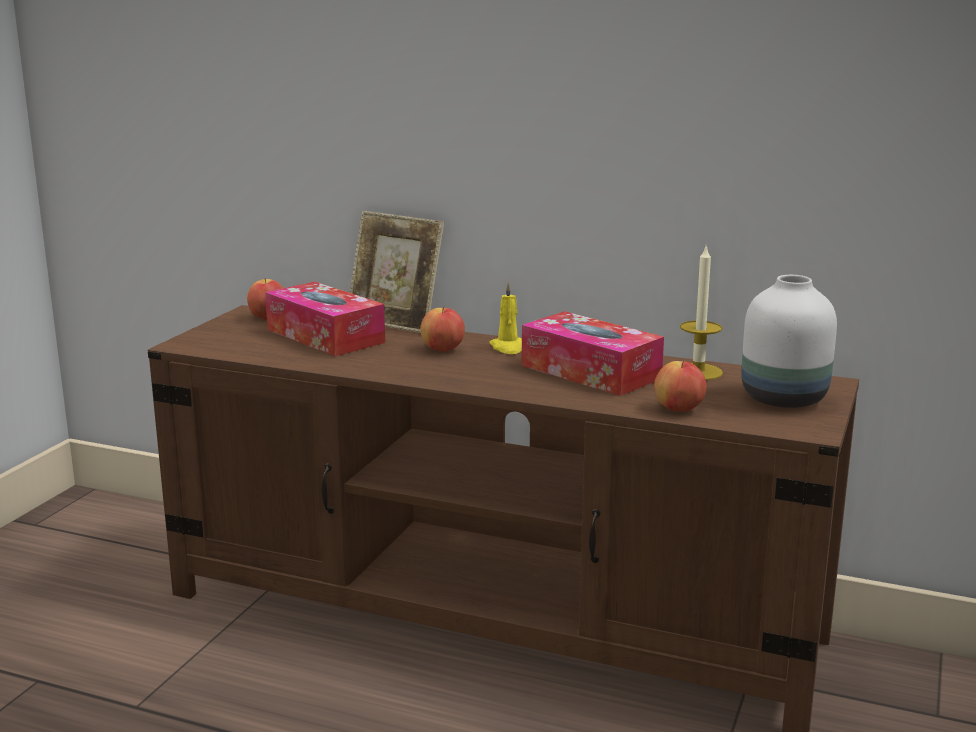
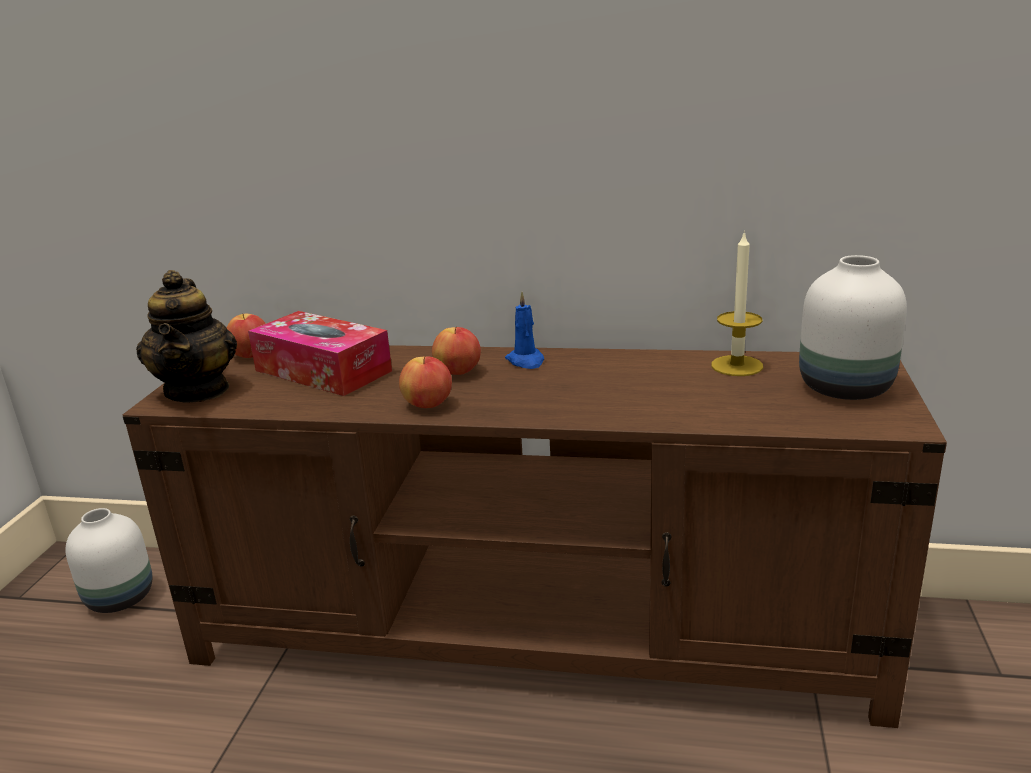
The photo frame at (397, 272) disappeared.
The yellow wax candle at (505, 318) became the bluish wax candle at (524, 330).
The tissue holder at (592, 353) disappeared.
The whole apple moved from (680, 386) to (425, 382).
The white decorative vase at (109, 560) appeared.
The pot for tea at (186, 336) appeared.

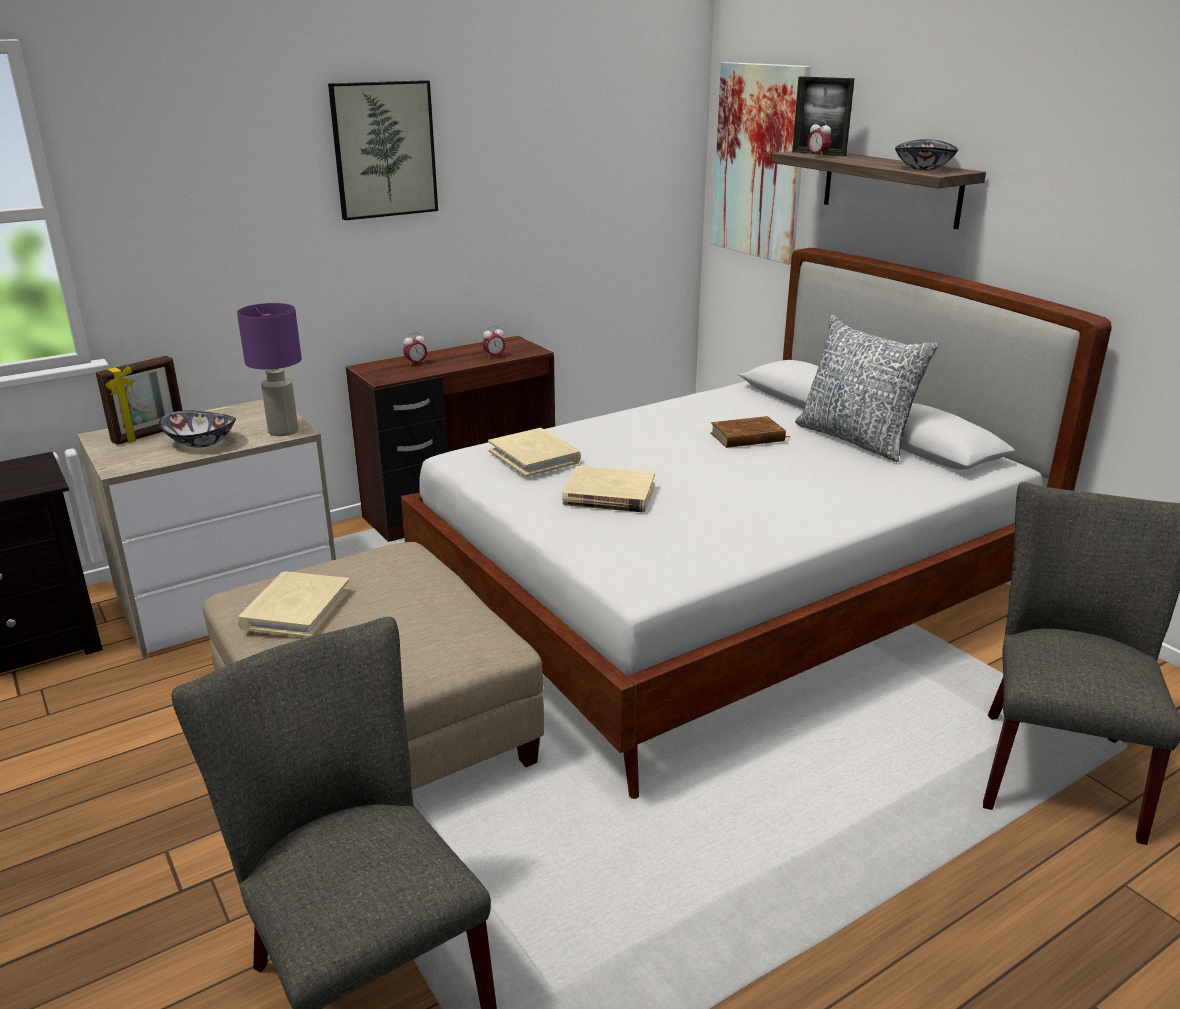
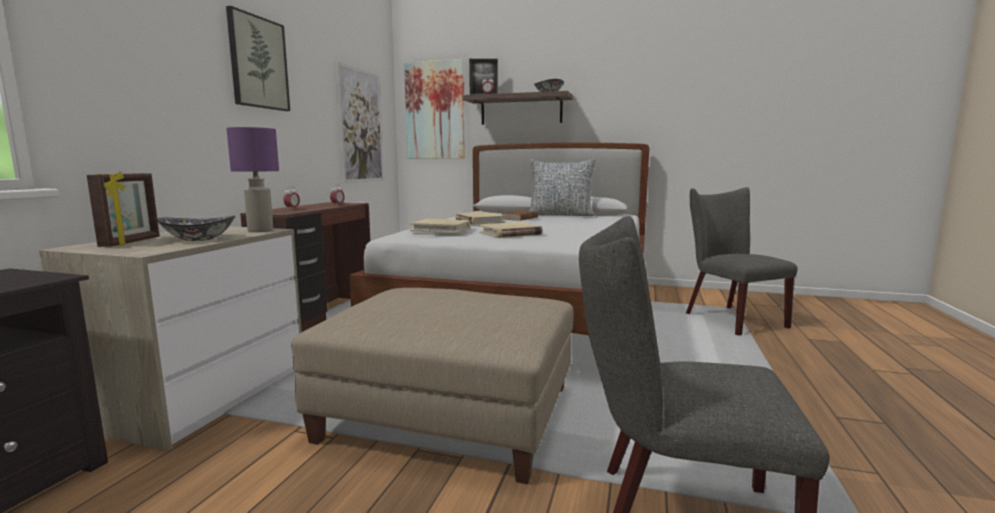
The beige volume moved from (293, 604) to (480, 218).
The wall art at (360, 122) appeared.

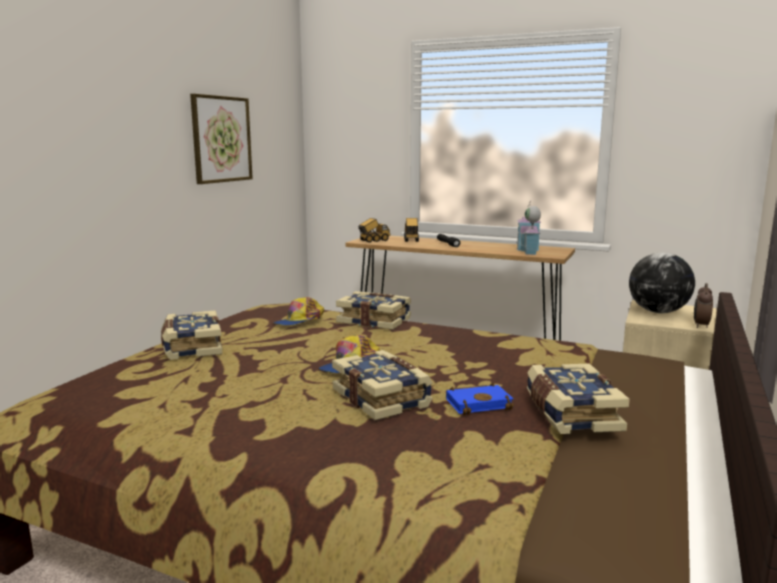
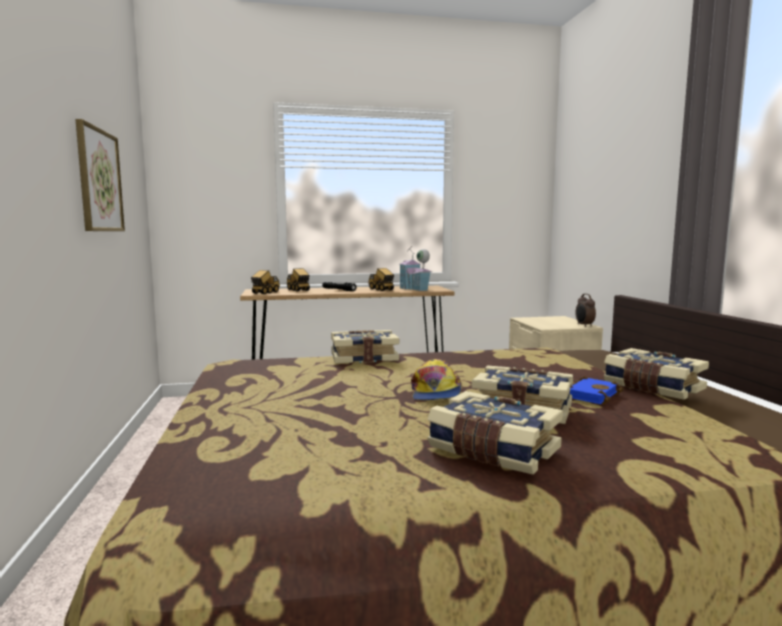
The volume moved from (192, 335) to (495, 432).
The peaked cap at (298, 311) disappeared.
The desk globe at (662, 282) disappeared.
The model truck at (381, 279) appeared.

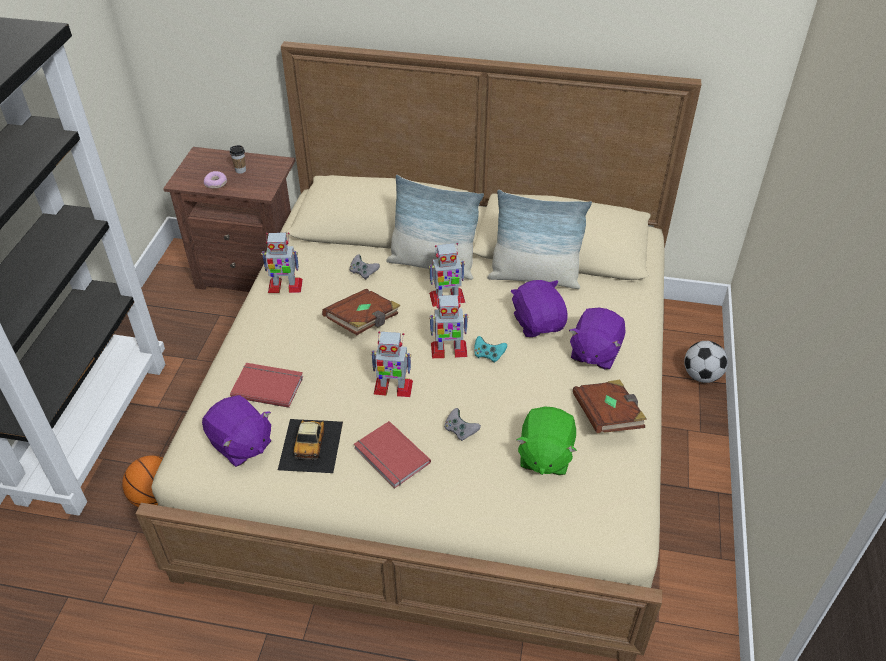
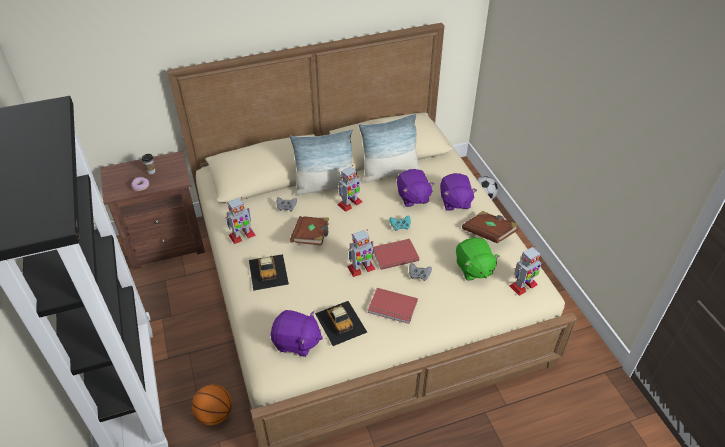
The red-coloured volume moved from (267, 385) to (396, 254).
The model robot moved from (448, 326) to (525, 271).
The purplish soft toy at (539, 308) turned 150 degrees counterclockwise.
The miniature car at (269, 272) appeared.

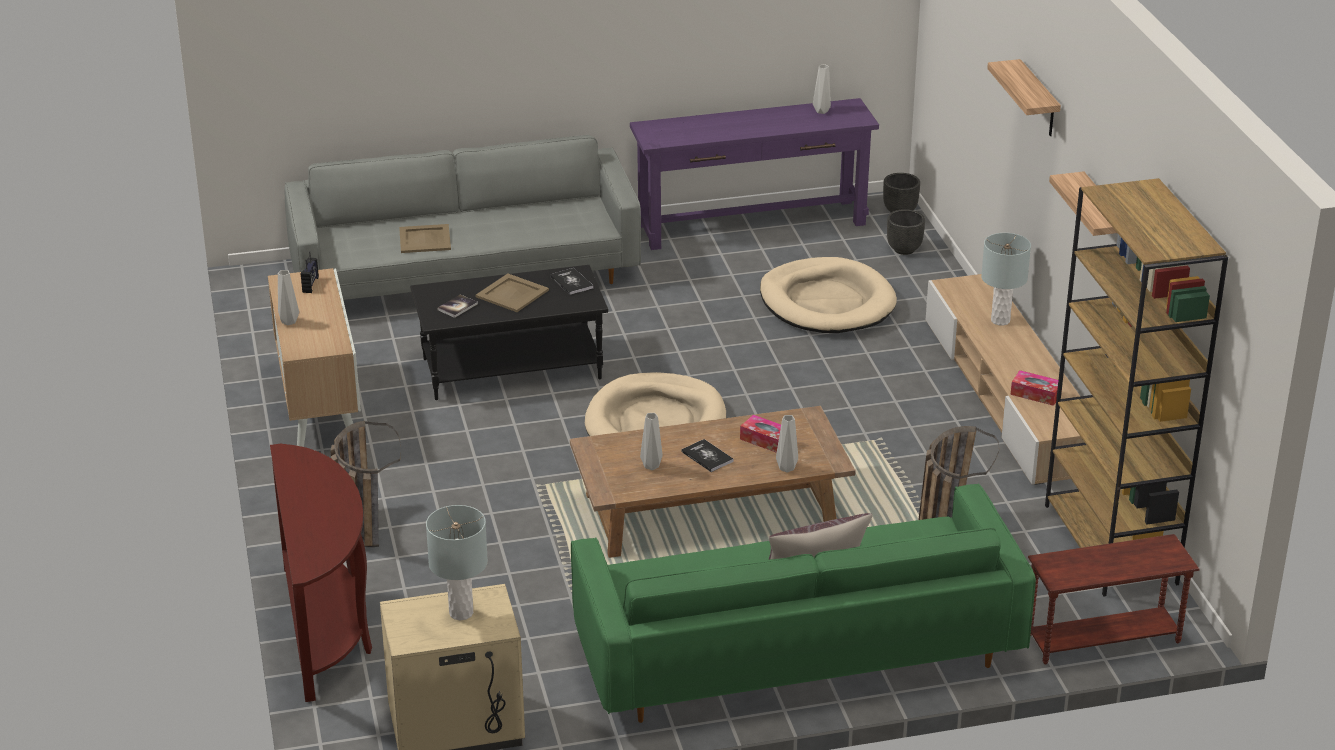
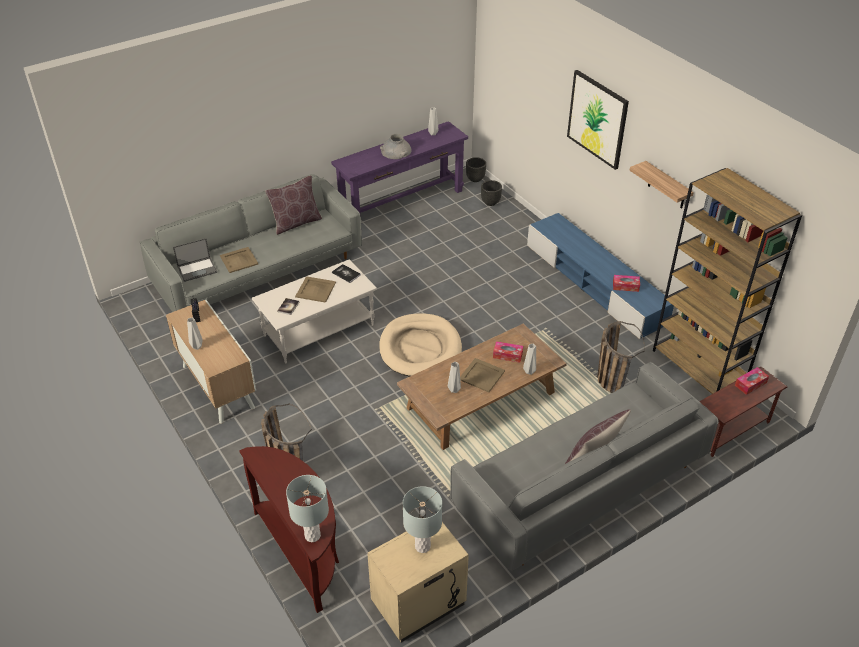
The black-coloured low table at (509, 332) became the white low table at (314, 311).
The green-coloured settee at (803, 603) became the grey settee at (584, 466).
The volume at (707, 455) was replaced by the beige tray at (482, 375).
The beige dog cushion at (828, 295) disappeared.
The beige tv stand at (1005, 379) became the bluish tv stand at (600, 276).
The grey lamp for a table moved from (1006, 279) to (307, 508).
The shelf at (1024, 97) was replaced by the wall art at (598, 120).
The notebook computer at (195, 260) appeared.
The brown-coloured cushion at (293, 205) appeared.
The grey decorative vase at (396, 146) appeared.
The tissue holder at (752, 381) appeared.

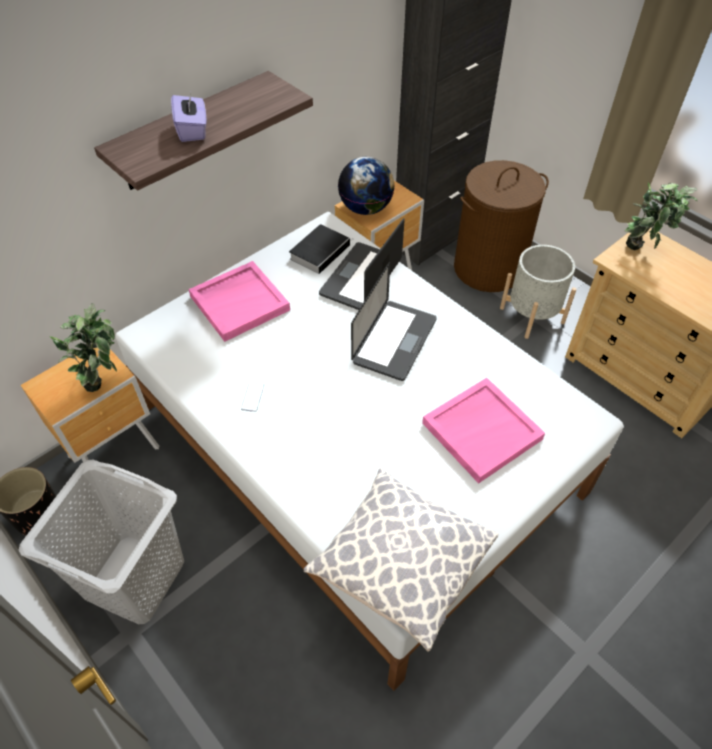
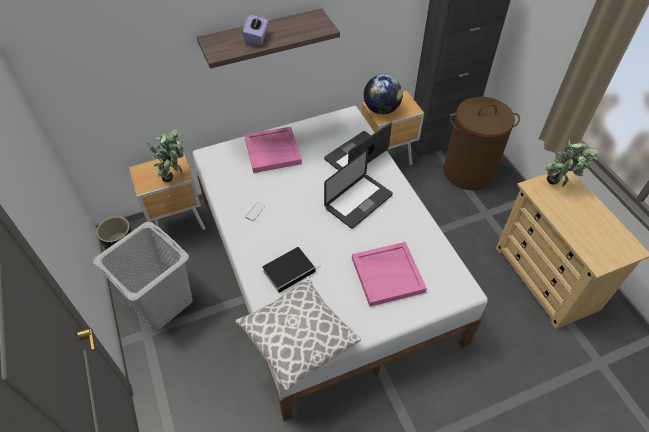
The volume moved from (321, 249) to (291, 270).
The grey planter at (538, 292) disappeared.

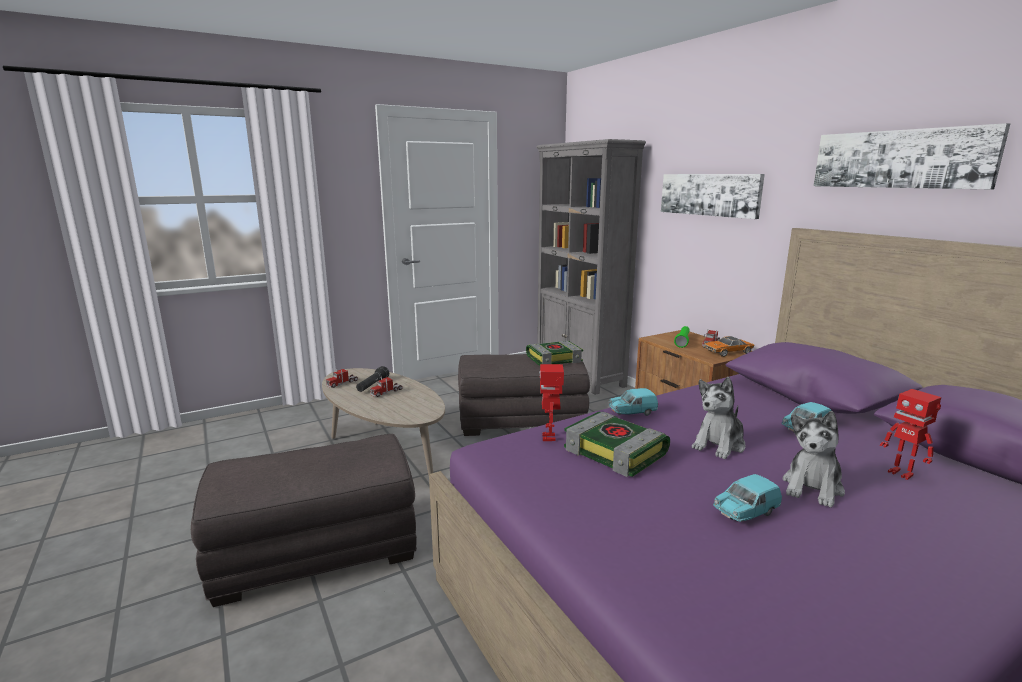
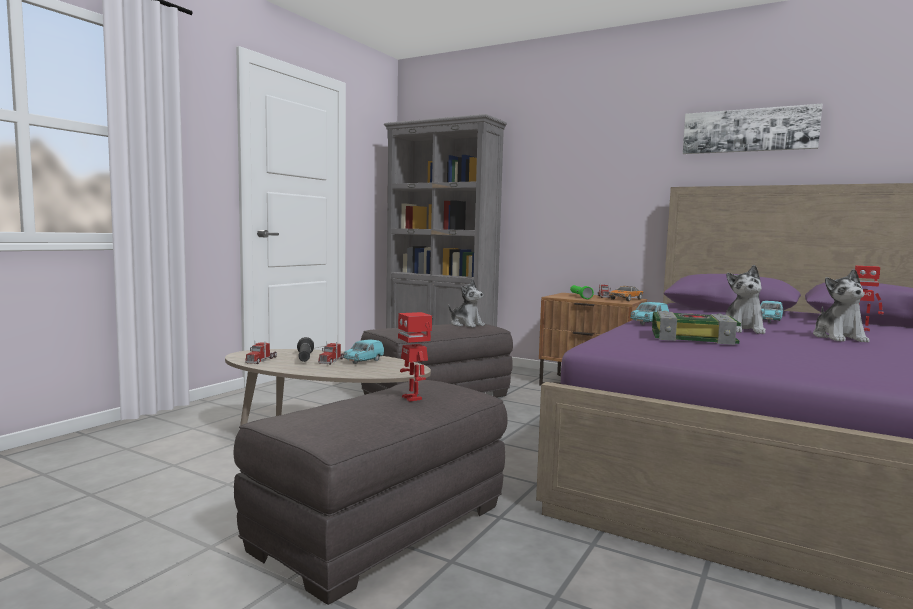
The volume at (554, 353) was replaced by the soft toy at (466, 303).
The model robot moved from (552, 402) to (415, 357).
The wall art at (713, 196) disappeared.
The turquoise-coloured miniature car moved from (747, 498) to (363, 352).

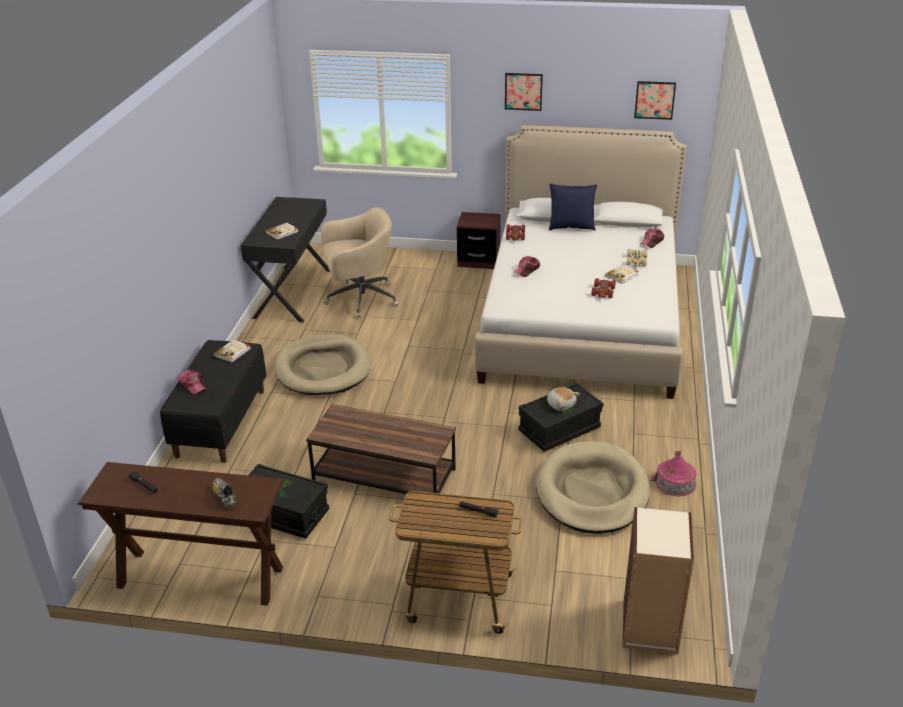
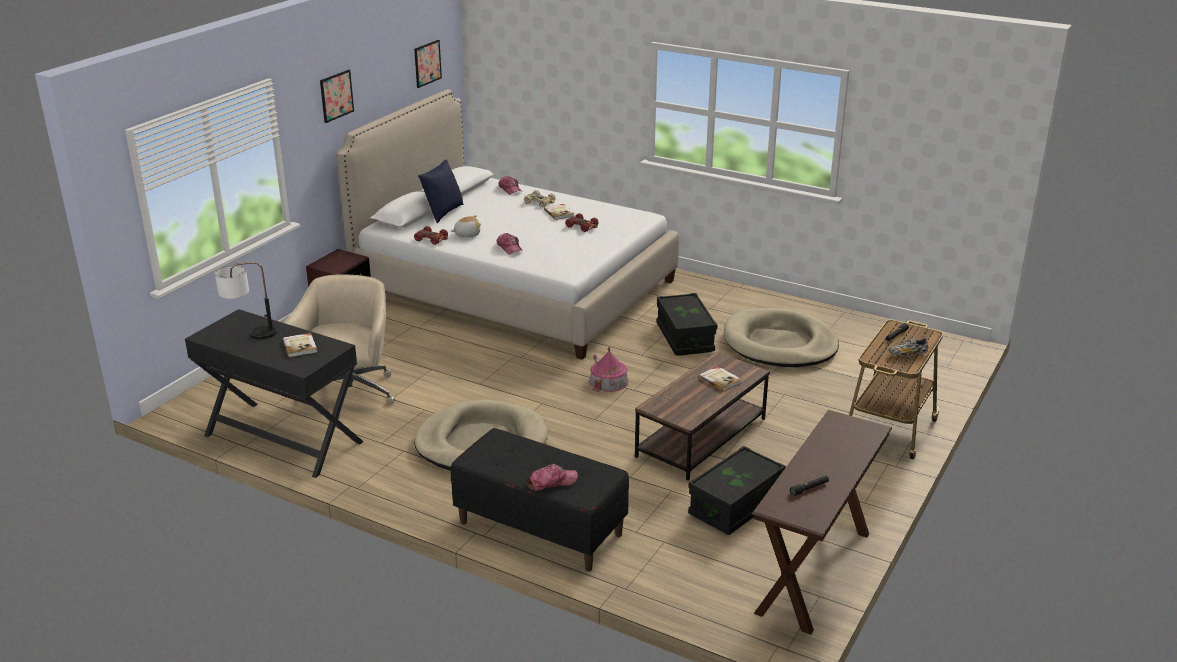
The item of footwear moved from (224, 493) to (908, 346).
The volume moved from (232, 351) to (720, 379).
The soft toy moved from (563, 399) to (466, 226).
The shelving unit at (658, 580) disappeared.
The miniature house moved from (673, 473) to (609, 369).
The lamp for a table at (246, 300) appeared.

